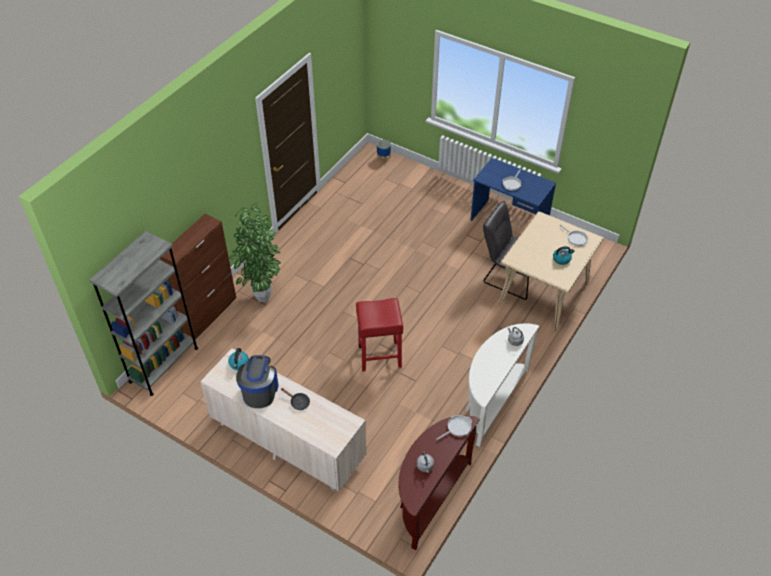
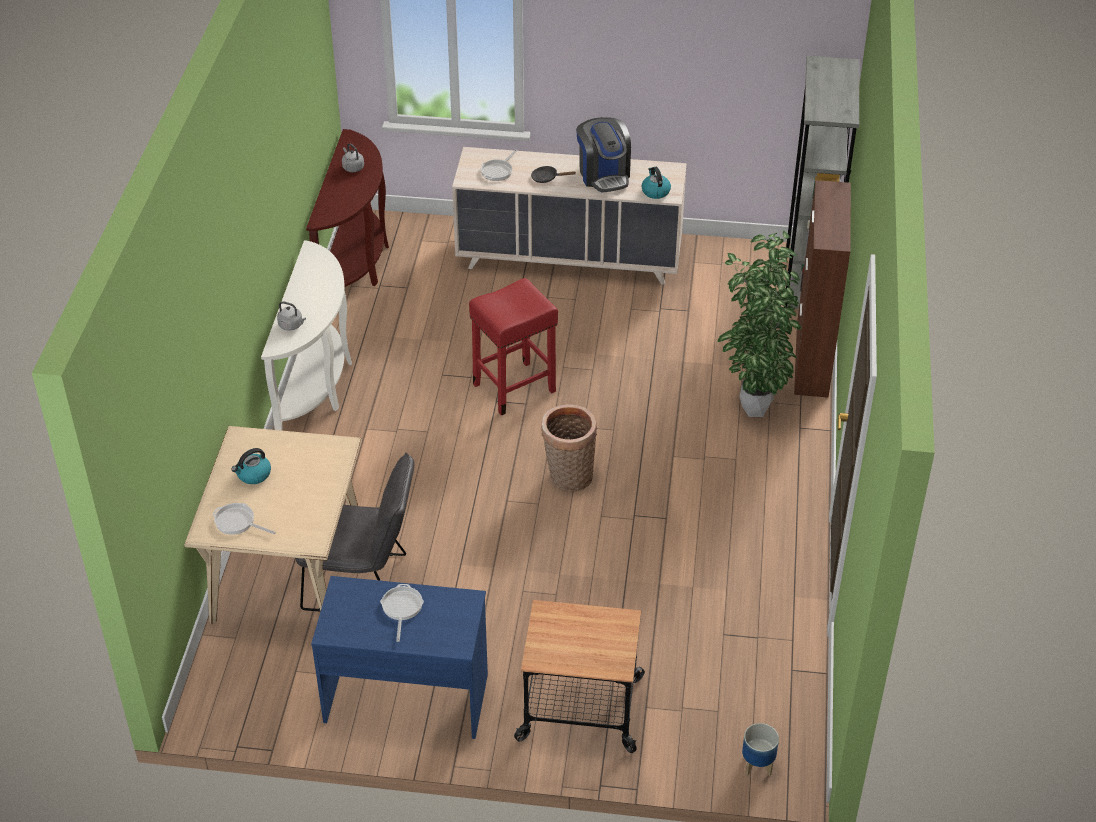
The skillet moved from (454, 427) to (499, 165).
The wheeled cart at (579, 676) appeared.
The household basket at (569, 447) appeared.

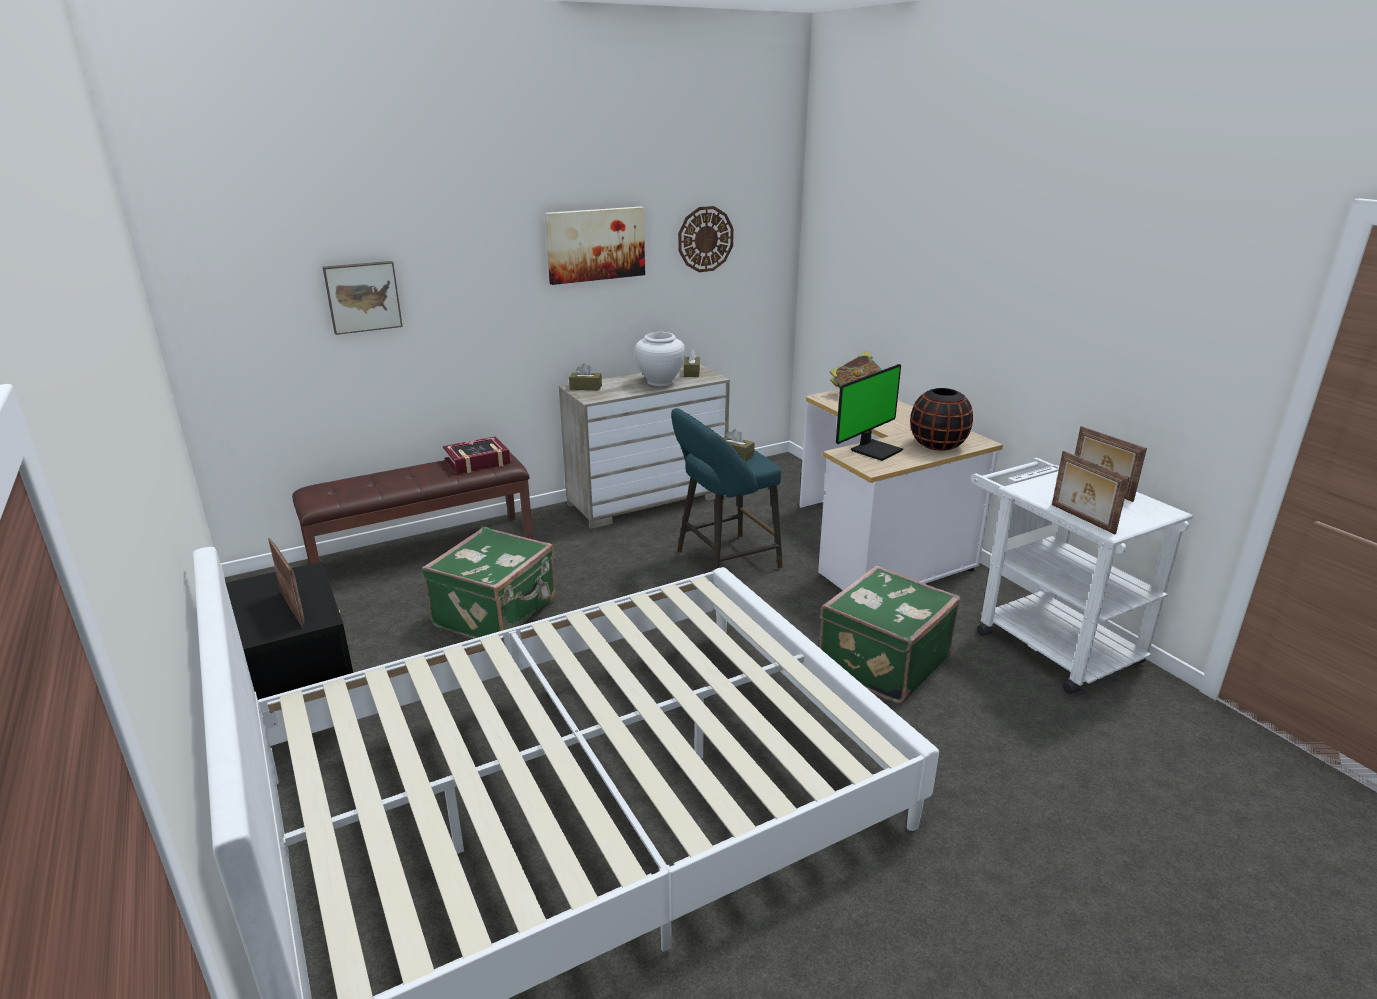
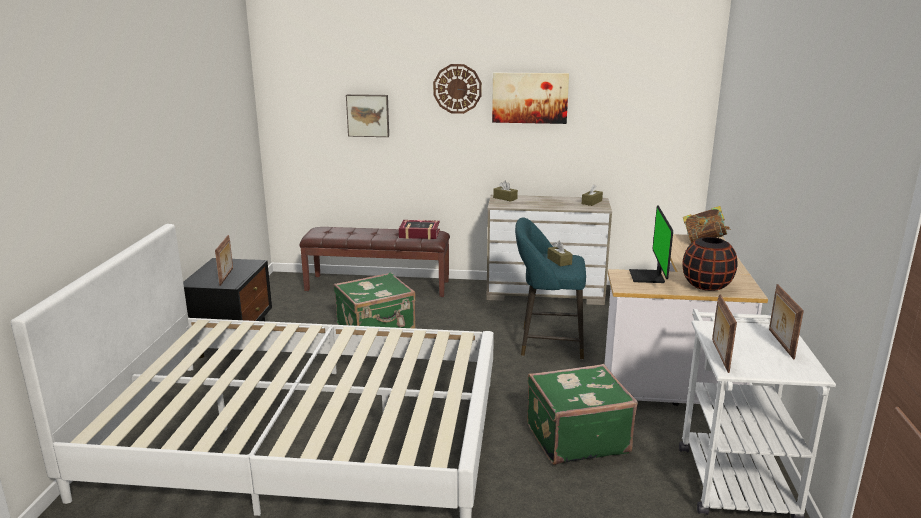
The white decorative vase at (659, 359) disappeared.
The clock on the wall moved from (706, 239) to (457, 89).
The computer display at (869, 412) turned 105 degrees clockwise.

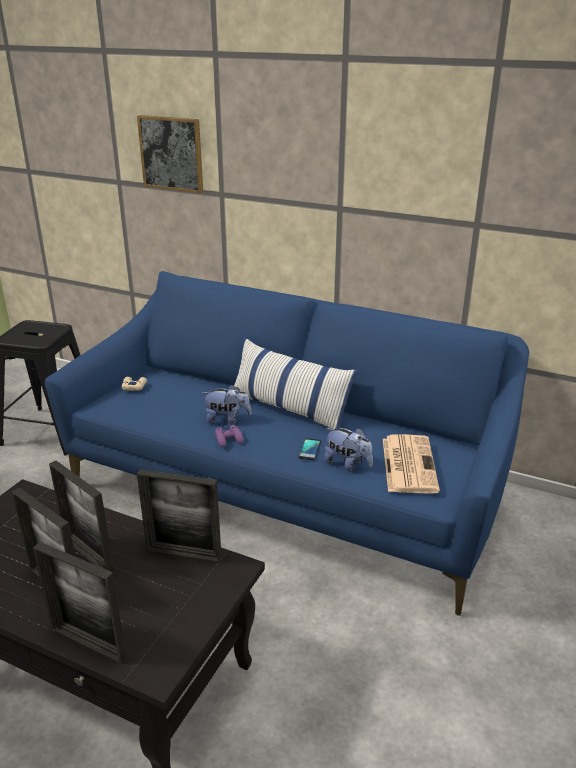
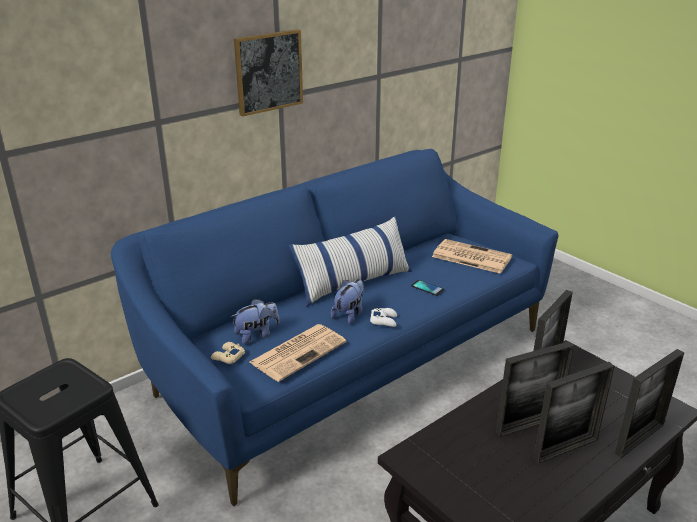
The wall art moved from (170, 154) to (268, 73).
The purplish game controller at (229, 436) became the white game controller at (383, 317).
The soft toy moved from (348, 449) to (255, 322).
The printed paper at (298, 353) appeared.

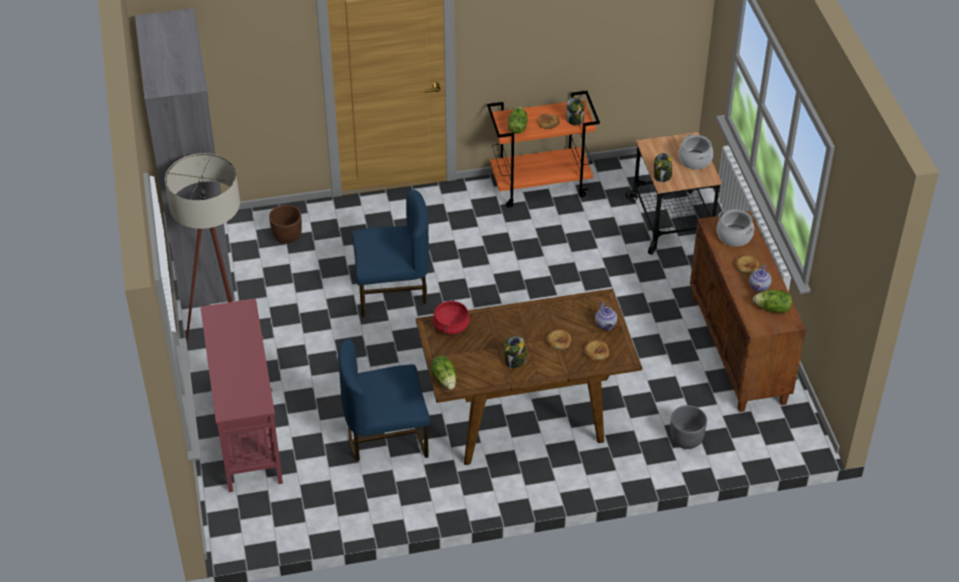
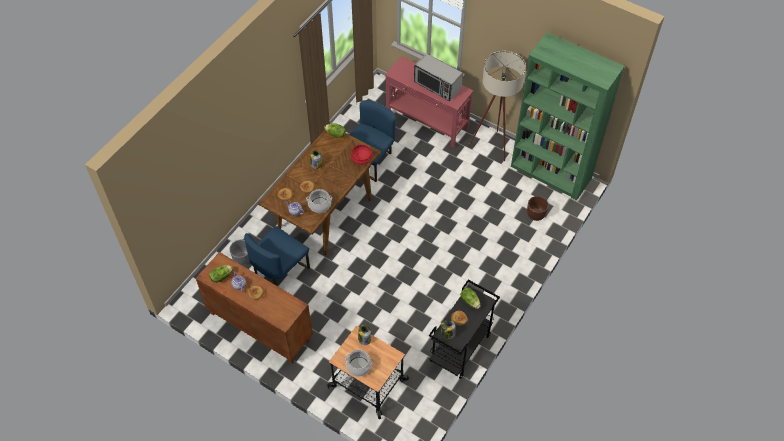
The grey shelving unit at (185, 158) became the green-coloured shelving unit at (568, 116).
The bluish upright chair moved from (391, 253) to (277, 256).
The orange-coloured wheeled cart at (543, 149) became the black-coloured wheeled cart at (464, 329).
The cooking pot moved from (735, 228) to (319, 201).
The kitchen microwave at (438, 77) appeared.

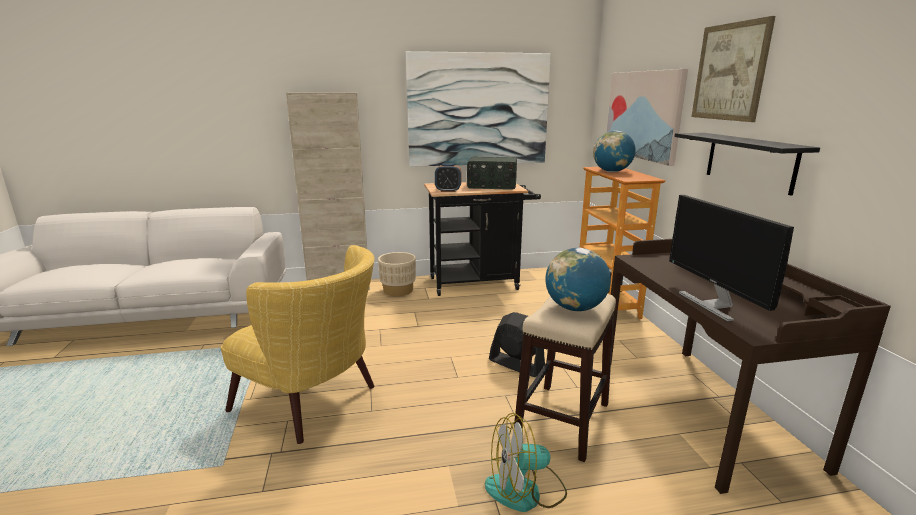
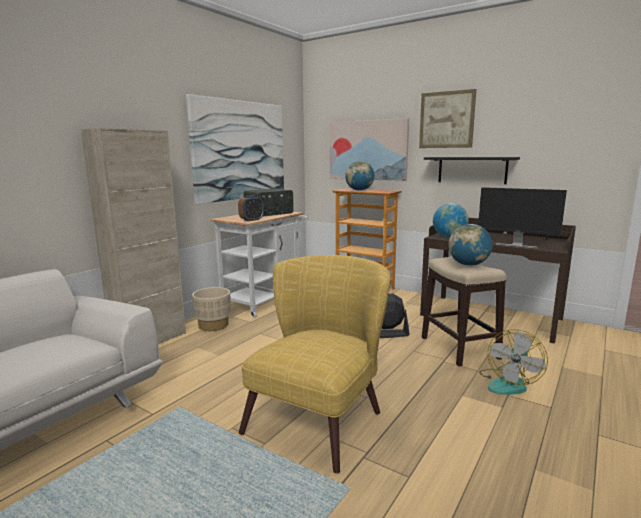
The yellow lounge chair at (298, 344) turned 45 degrees counterclockwise.
The black-coloured wheeled cart at (482, 239) became the white wheeled cart at (259, 265).
The desk globe at (451, 220) appeared.

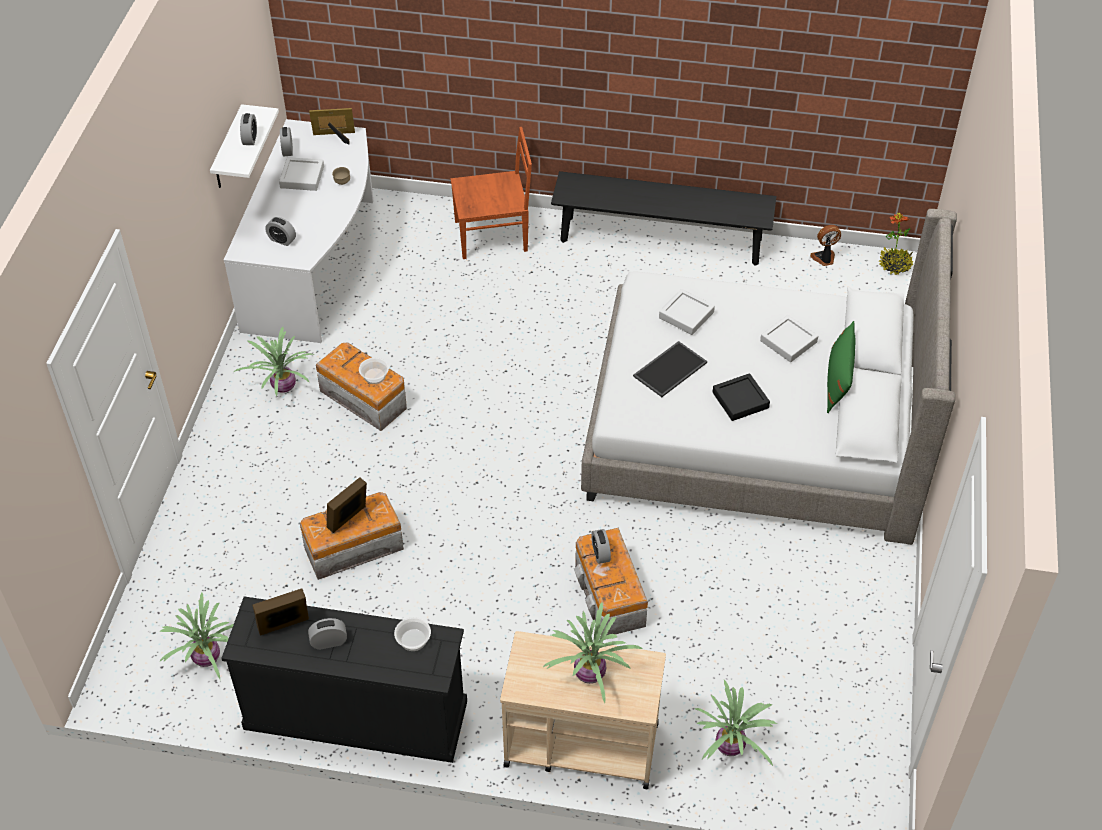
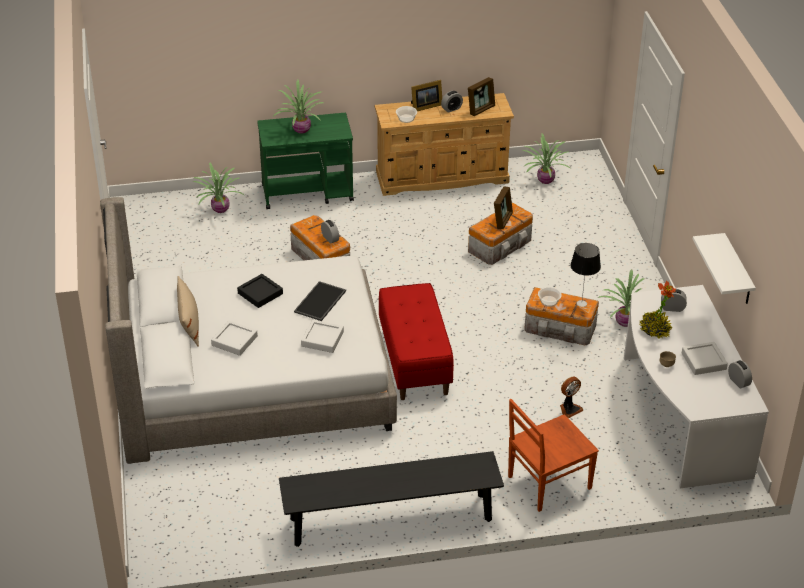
The black-coloured chest of drawers at (344, 679) became the beige chest of drawers at (444, 144).
The table clock at (248, 129) disappeared.
The photo frame moved from (332, 126) to (426, 95).
The beige wheeled cart at (583, 710) became the green-coloured wheeled cart at (305, 161).
The fan moved from (825, 245) to (571, 397).
The green-coloured cushion at (841, 367) became the beige cushion at (188, 311).
The potted plant moved from (896, 244) to (658, 310).
The red-coloured bench at (416, 341) appeared.
The lamp for a table at (585, 275) appeared.

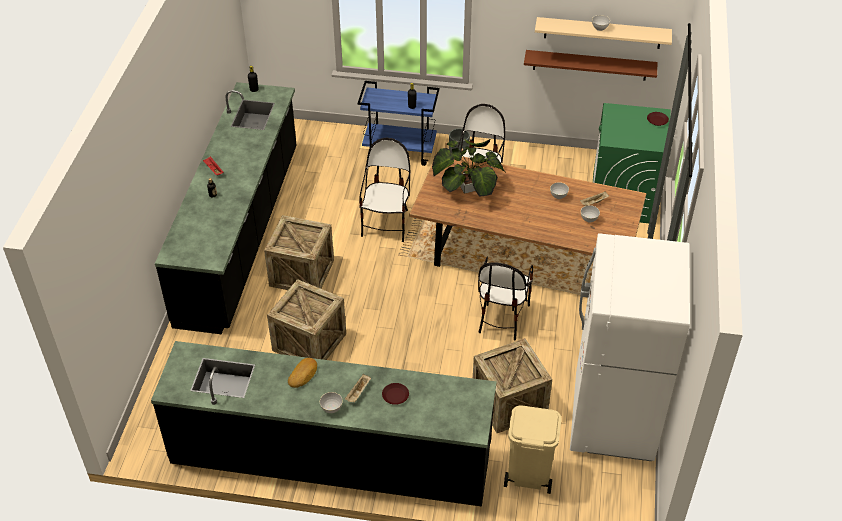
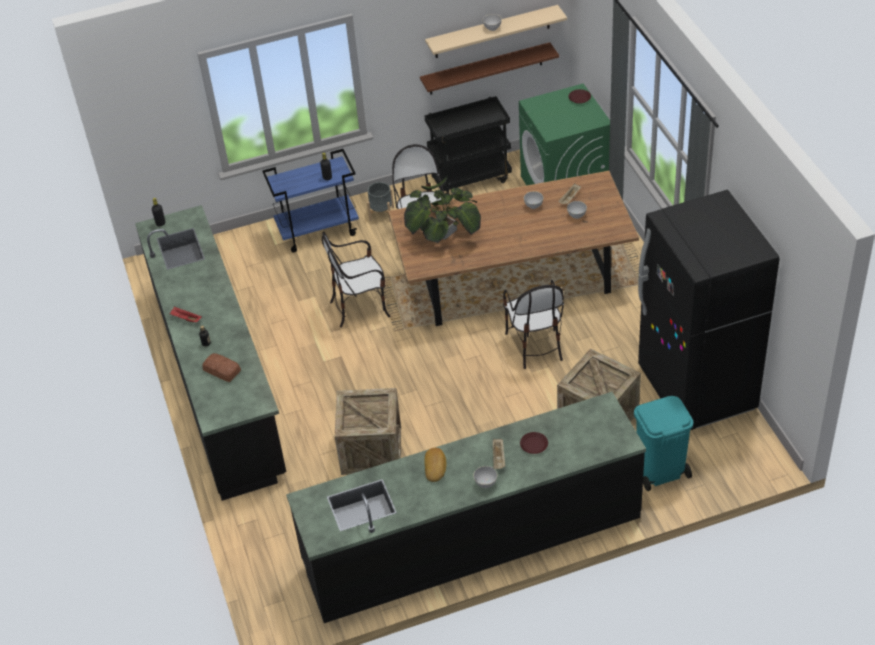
The shipping crate at (299, 252) disappeared.
The upright chair at (385, 190) turned 90 degrees counterclockwise.
The beige trash can at (533, 449) became the turquoise-coloured trash can at (663, 443).
The white fridge at (630, 347) became the black-coloured fridge at (708, 310).
The baked bread at (221, 367) appeared.
The black-coloured wheeled cart at (468, 145) appeared.

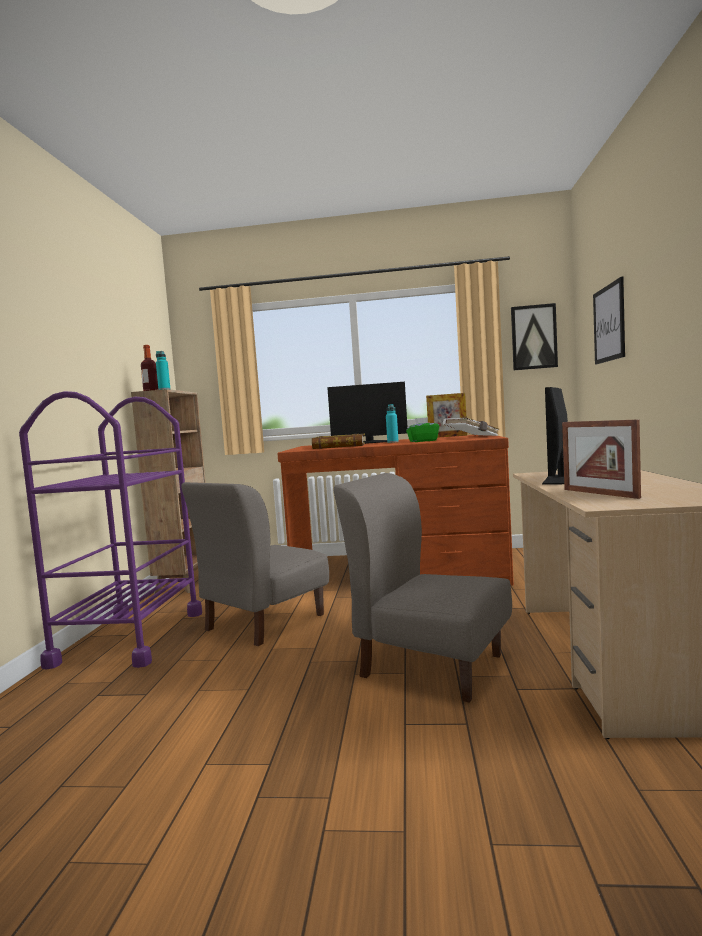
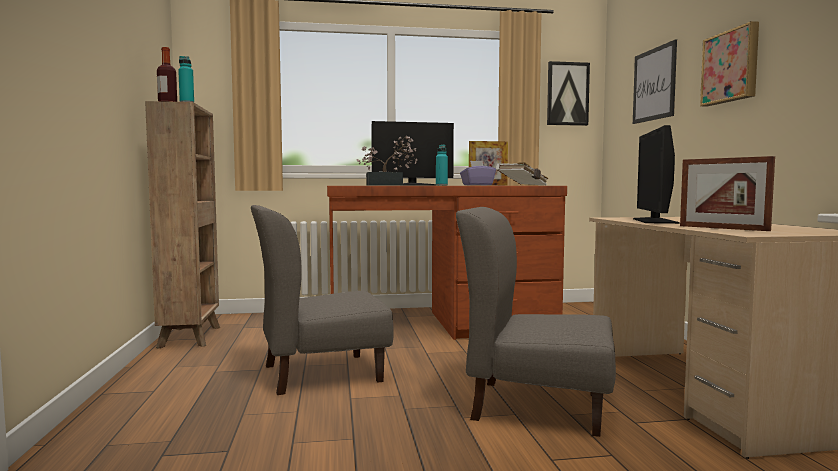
The purplish wheeled cart at (110, 530) disappeared.
The grey upright chair at (255, 564) turned 45 degrees clockwise.
The volume at (338, 441) was replaced by the potted plant at (387, 160).
The green-coloured tissue holder at (422, 429) became the purplish tissue holder at (478, 173).
The wall art at (729, 63) appeared.

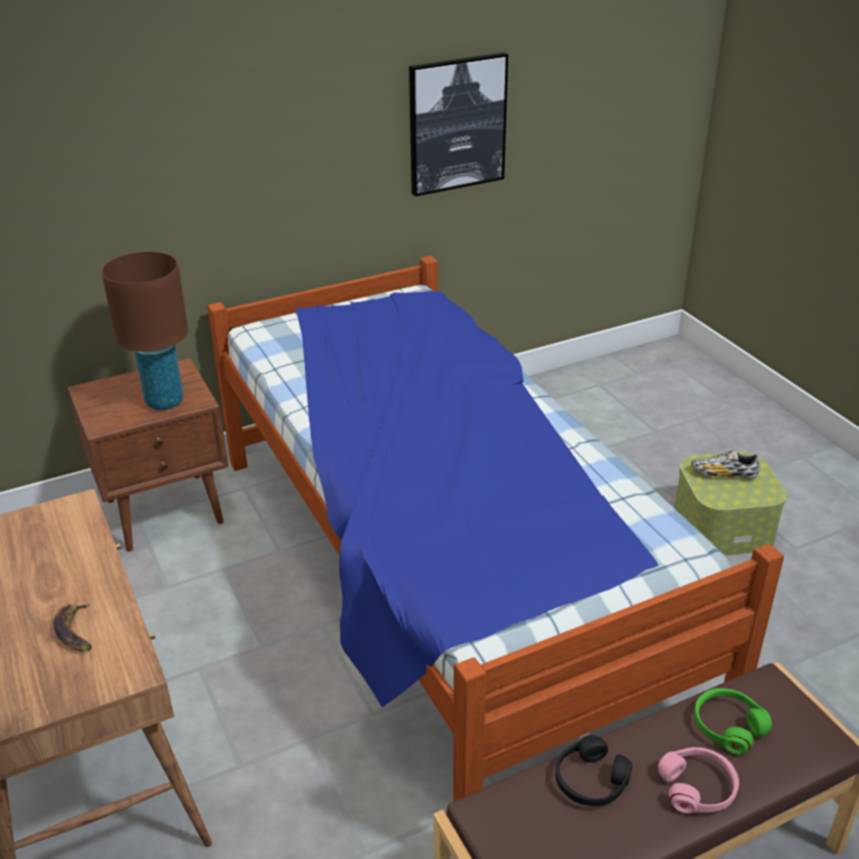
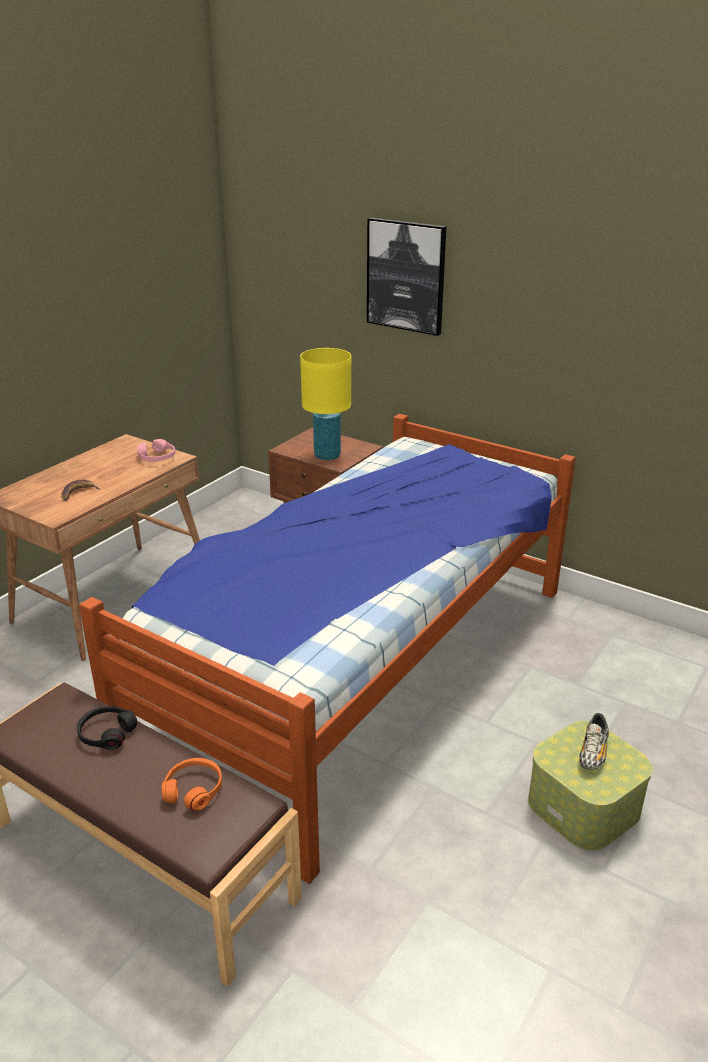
The brown-coloured lamp for a table at (144, 330) became the yellow lamp for a table at (325, 404).
The wall art moved from (458, 124) to (406, 276).
The pinkish headset moved from (698, 780) to (156, 450).
The item of footwear at (725, 464) turned 135 degrees counterclockwise.
The green-coloured headset at (733, 721) became the orange-coloured headset at (192, 784).

